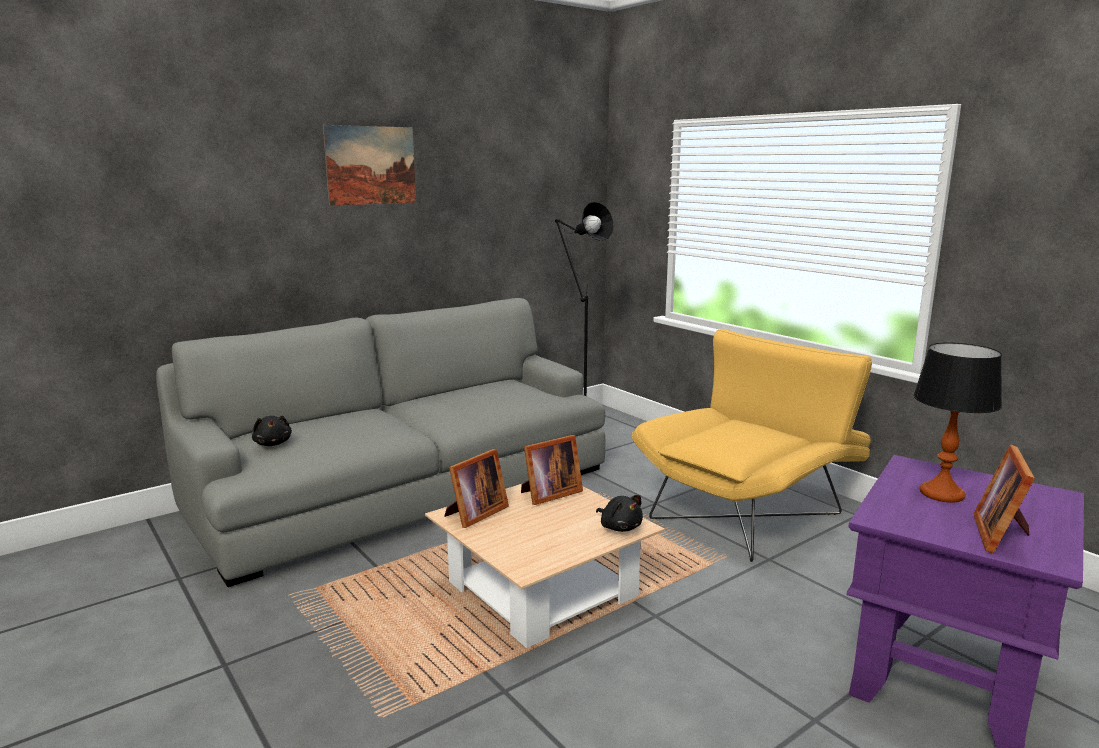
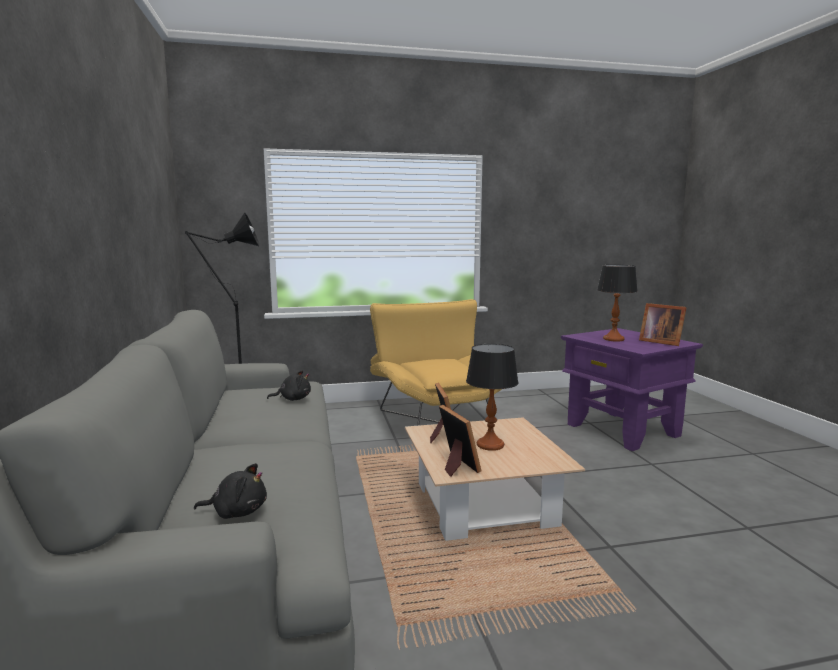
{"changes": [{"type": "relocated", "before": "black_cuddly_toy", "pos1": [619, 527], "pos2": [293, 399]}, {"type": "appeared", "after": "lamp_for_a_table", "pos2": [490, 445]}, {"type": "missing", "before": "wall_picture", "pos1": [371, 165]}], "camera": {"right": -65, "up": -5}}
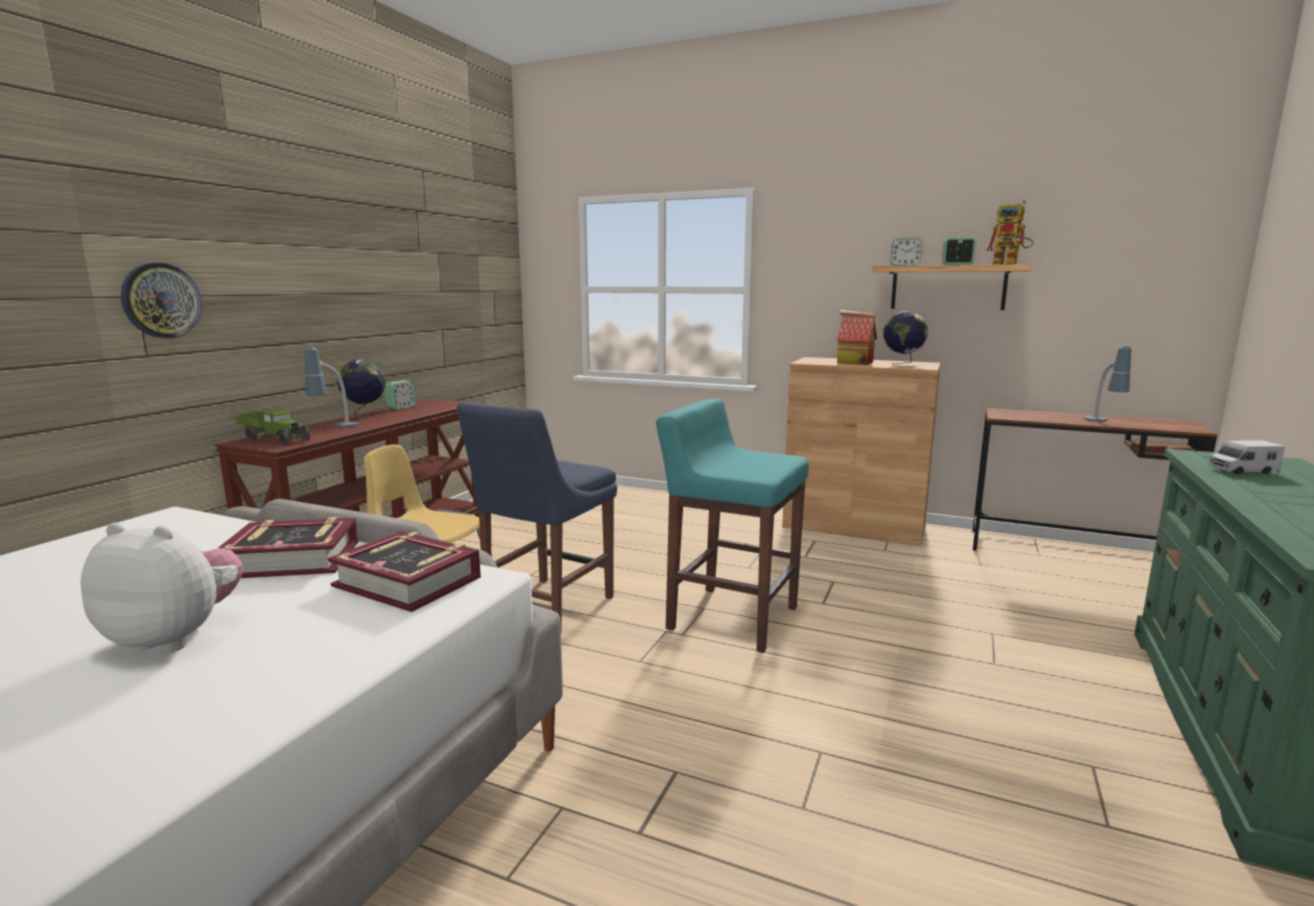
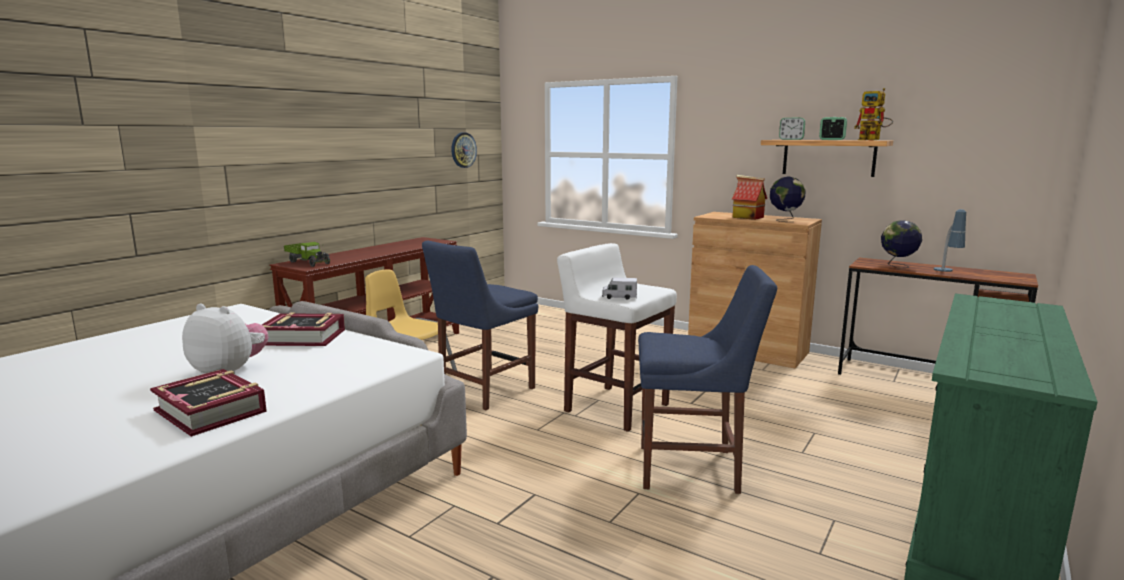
{"changes": [{"type": "relocated", "before": "bound_book", "pos1": [408, 582], "pos2": [211, 411]}, {"type": "relocated", "before": "clock_on_the_wall", "pos1": [161, 300], "pos2": [463, 150]}, {"type": "colour", "before": "turquoise_sitting_stool", "after": "white_sitting_stool", "pos1": [730, 618], "pos2": [615, 407]}, {"type": "relocated", "before": "toy_truck", "pos1": [1242, 471], "pos2": [619, 297]}, {"type": "appeared", "after": "blue_plain_chair", "pos2": [694, 469]}, {"type": "relocated", "before": "world_globe", "pos1": [365, 415], "pos2": [897, 266]}, {"type": "missing", "before": "lamp_for_a_table", "pos1": [334, 428]}, {"type": "missing", "before": "table_clock", "pos1": [401, 407]}], "camera": {"right": 10, "up": 0}}
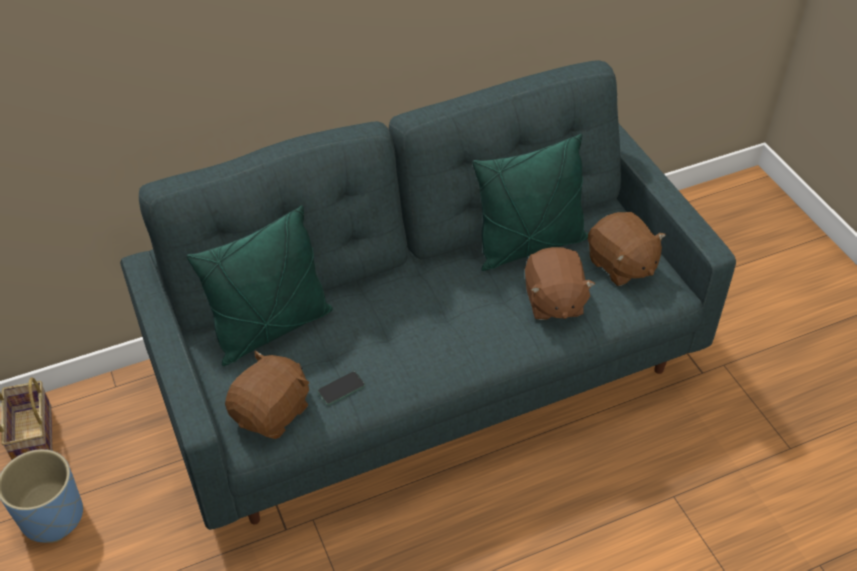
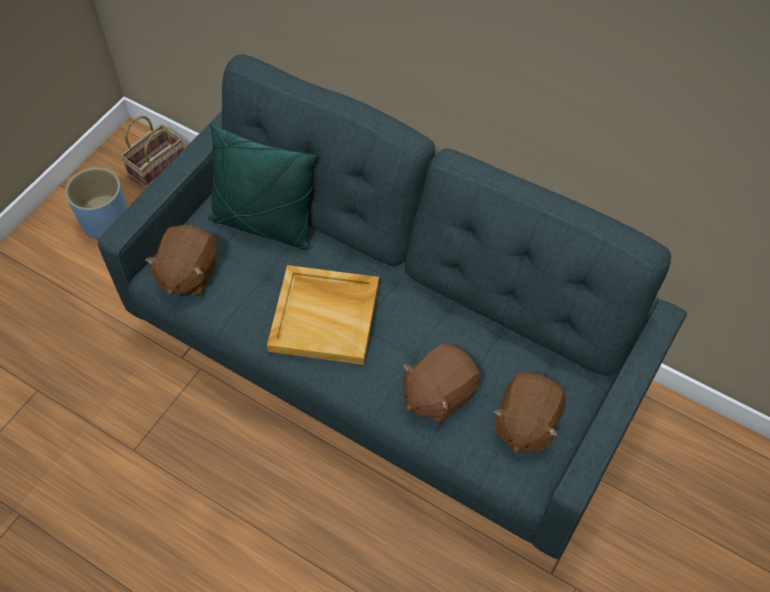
{"changes": [{"type": "spun", "before": "brown_cuddly_toy", "pos1": [272, 412], "pos2": [188, 274], "turn": 105}, {"type": "appeared", "after": "beige_serving_tray", "pos2": [326, 316]}, {"type": "missing", "before": "phone", "pos1": [341, 389]}, {"type": "missing", "before": "green_throw_pillow", "pos1": [529, 246]}], "camera": {"right": 55, "up": 10}}
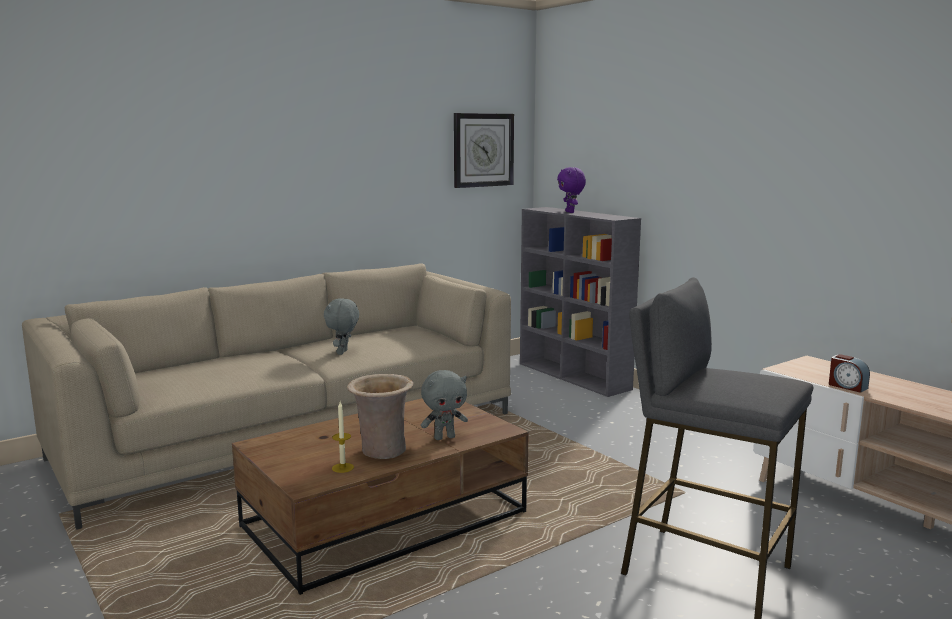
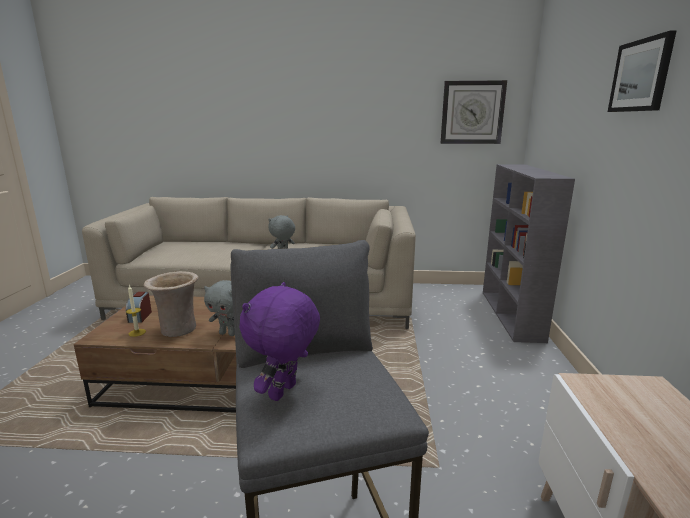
{"changes": [{"type": "relocated", "before": "table_clock", "pos1": [847, 386], "pos2": [140, 316]}, {"type": "relocated", "before": "purplish_cuddly_toy", "pos1": [570, 212], "pos2": [284, 393]}, {"type": "appeared", "after": "wall_picture", "pos2": [641, 75]}], "camera": {"right": 40, "up": 5}}
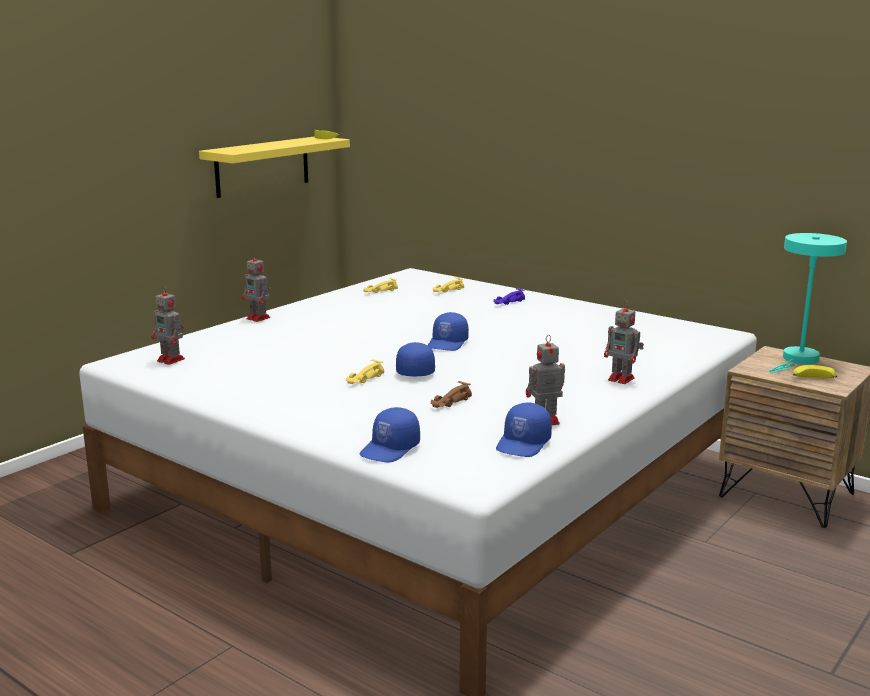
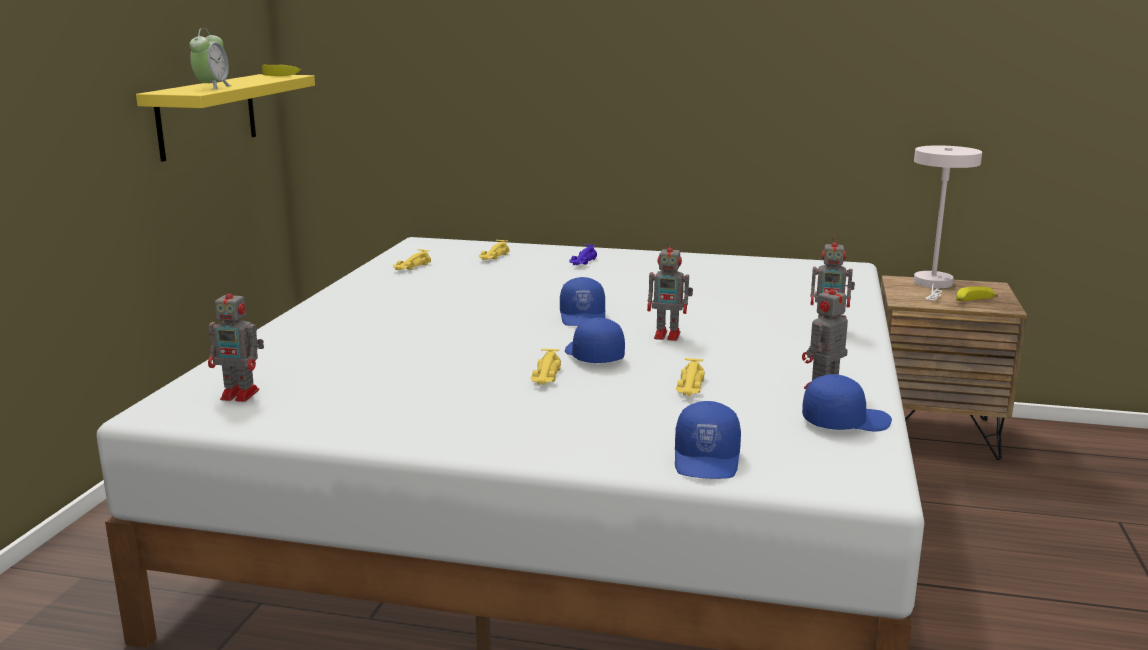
{"changes": [{"type": "appeared", "after": "table_clock", "pos2": [212, 87]}, {"type": "relocated", "before": "robot_figure", "pos1": [259, 318], "pos2": [669, 335]}, {"type": "colour", "before": "brown_miniature_car", "after": "yellowish_miniature_car", "pos1": [450, 403], "pos2": [690, 387]}, {"type": "spun", "before": "blue_cap", "pos1": [524, 444], "pos2": [845, 421], "turn": -105}, {"type": "colour", "before": "turquoise_lamp_for_a_table", "after": "white_lamp_for_a_table", "pos1": [798, 360], "pos2": [933, 285]}], "camera": {"right": -25, "up": 0}}
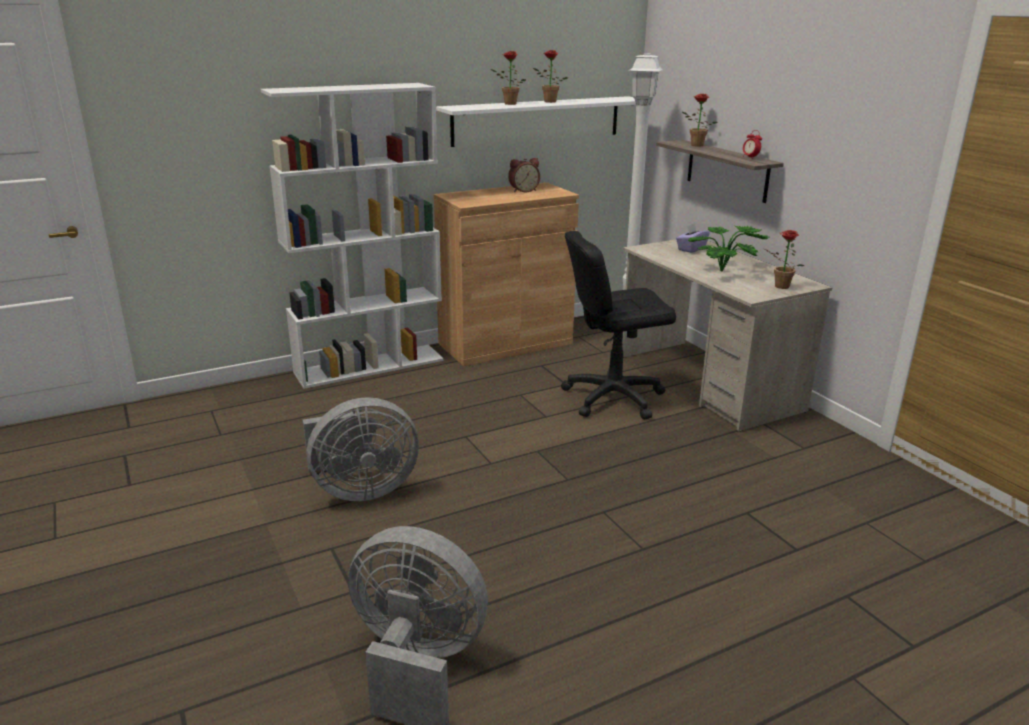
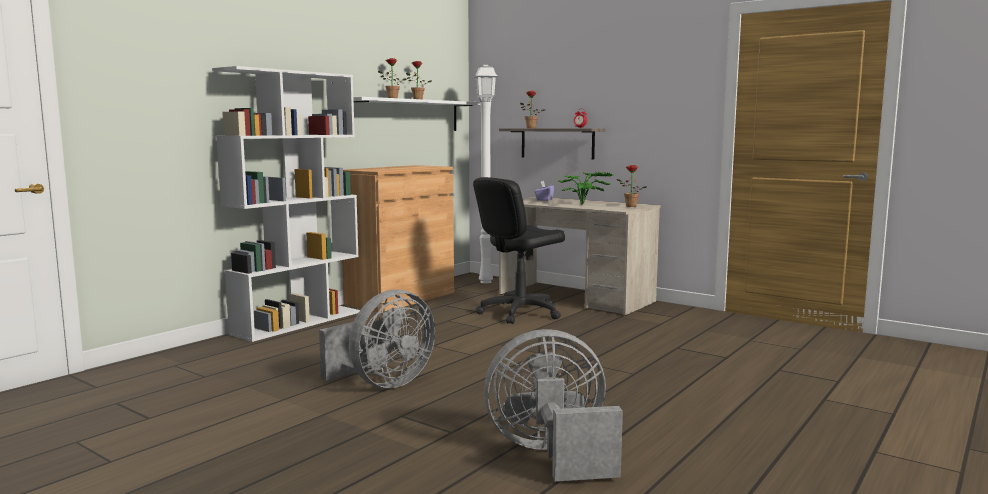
{"changes": [{"type": "missing", "before": "table_clock", "pos1": [523, 190]}], "camera": {"right": -25, "up": -15}}
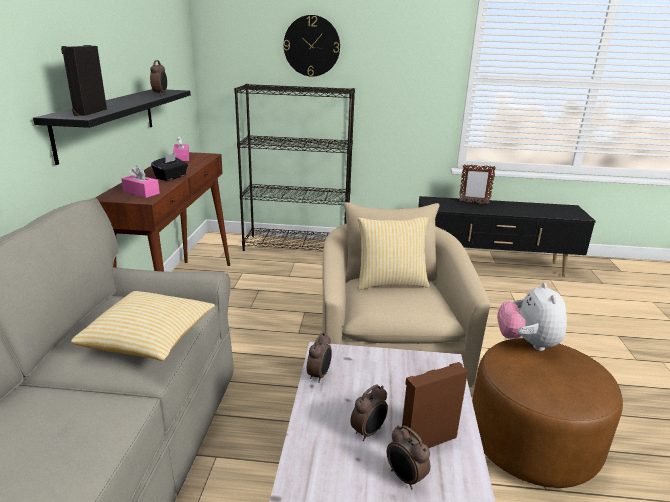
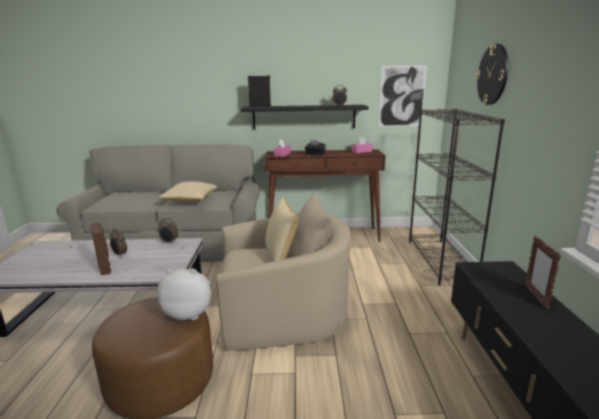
{"changes": [{"type": "appeared", "after": "wall_picture", "pos2": [402, 96]}, {"type": "missing", "before": "table_clock", "pos1": [405, 478]}], "camera": {"right": 85, "up": -5}}
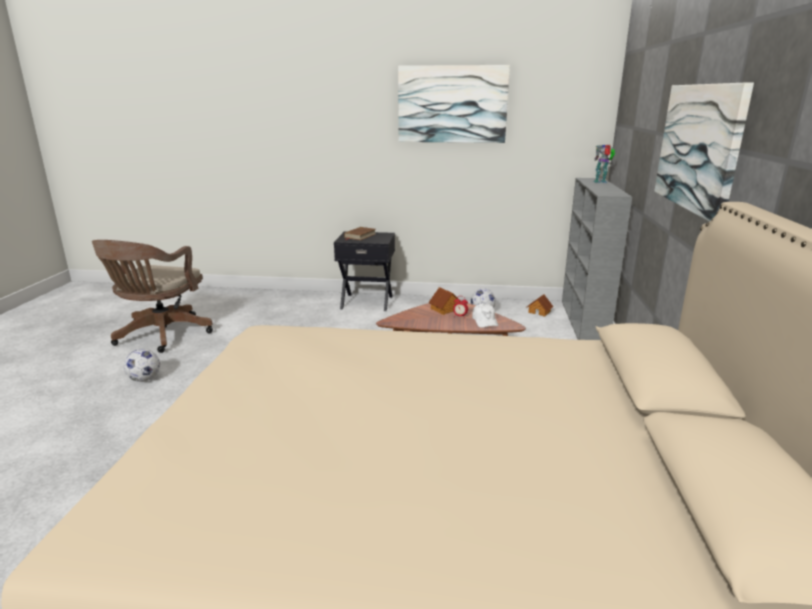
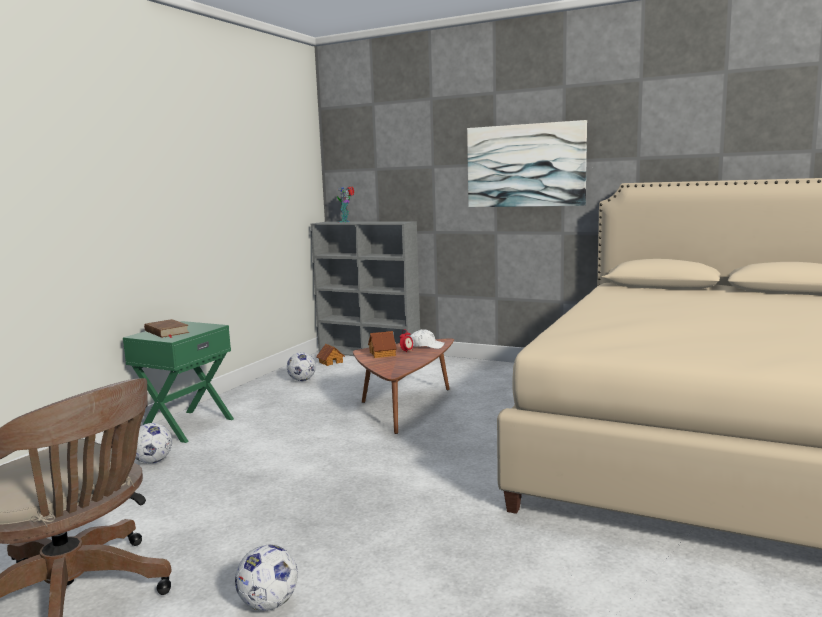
{"changes": [{"type": "colour", "before": "black_night_table", "after": "green_night_table", "pos1": [367, 302], "pos2": [186, 426]}, {"type": "appeared", "after": "football_ball", "pos2": [153, 461]}, {"type": "missing", "before": "wall_picture", "pos1": [452, 104]}], "camera": {"right": -70, "up": -10}}
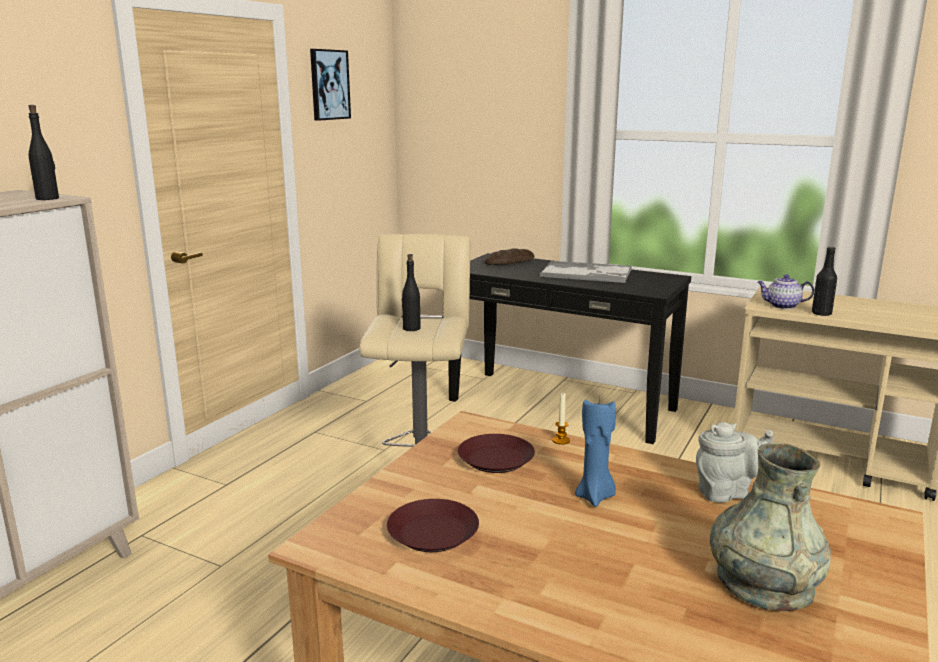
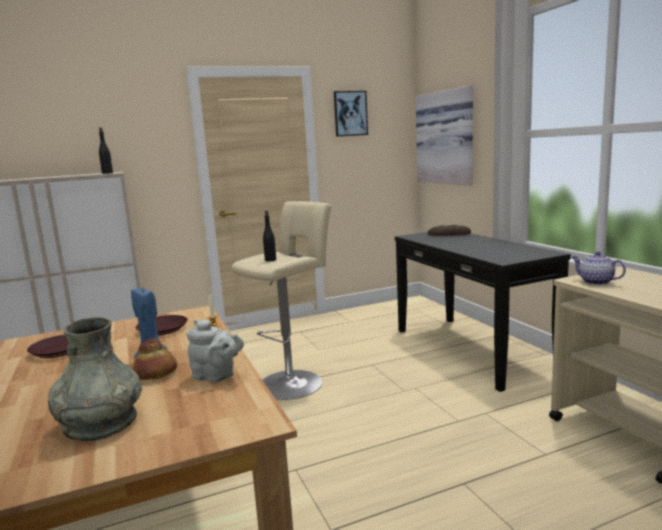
{"changes": [{"type": "appeared", "after": "bread", "pos2": [155, 373]}, {"type": "appeared", "after": "wall_picture", "pos2": [447, 137]}, {"type": "missing", "before": "serving_tray", "pos1": [587, 273]}, {"type": "missing", "before": "black_beverage_bottle", "pos1": [821, 314]}], "camera": {"right": 40, "up": -5}}
